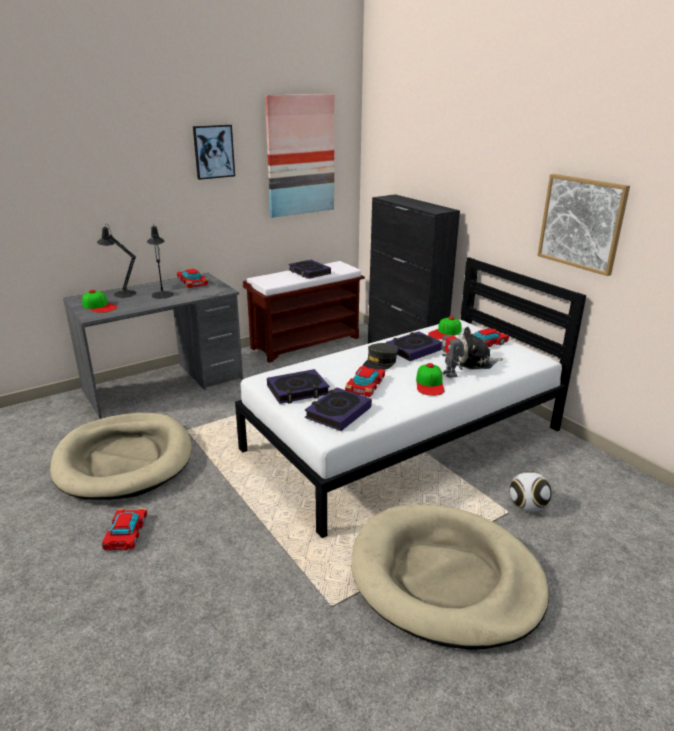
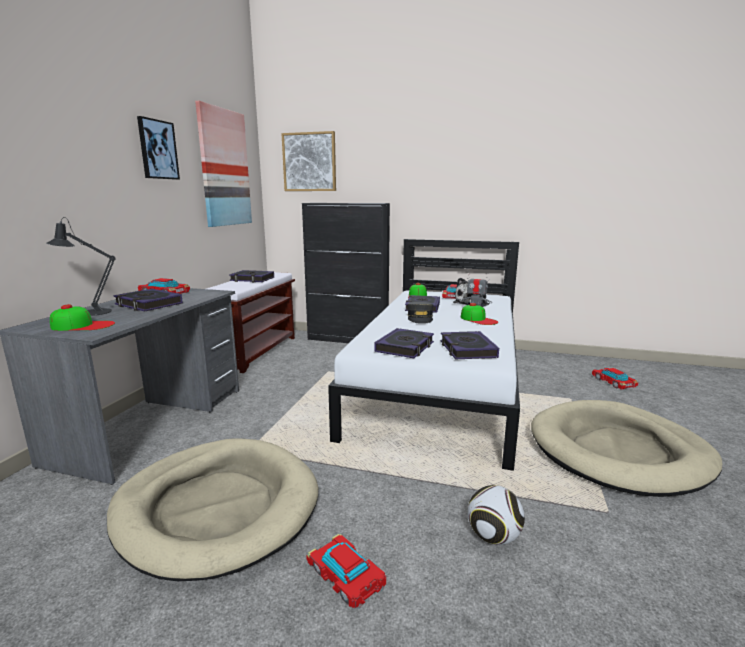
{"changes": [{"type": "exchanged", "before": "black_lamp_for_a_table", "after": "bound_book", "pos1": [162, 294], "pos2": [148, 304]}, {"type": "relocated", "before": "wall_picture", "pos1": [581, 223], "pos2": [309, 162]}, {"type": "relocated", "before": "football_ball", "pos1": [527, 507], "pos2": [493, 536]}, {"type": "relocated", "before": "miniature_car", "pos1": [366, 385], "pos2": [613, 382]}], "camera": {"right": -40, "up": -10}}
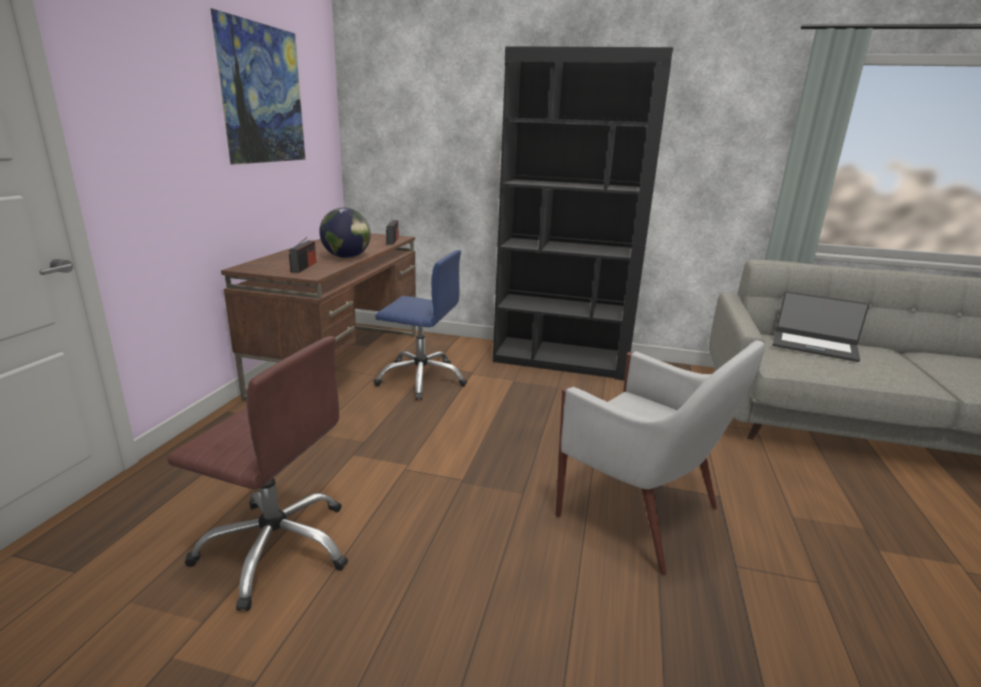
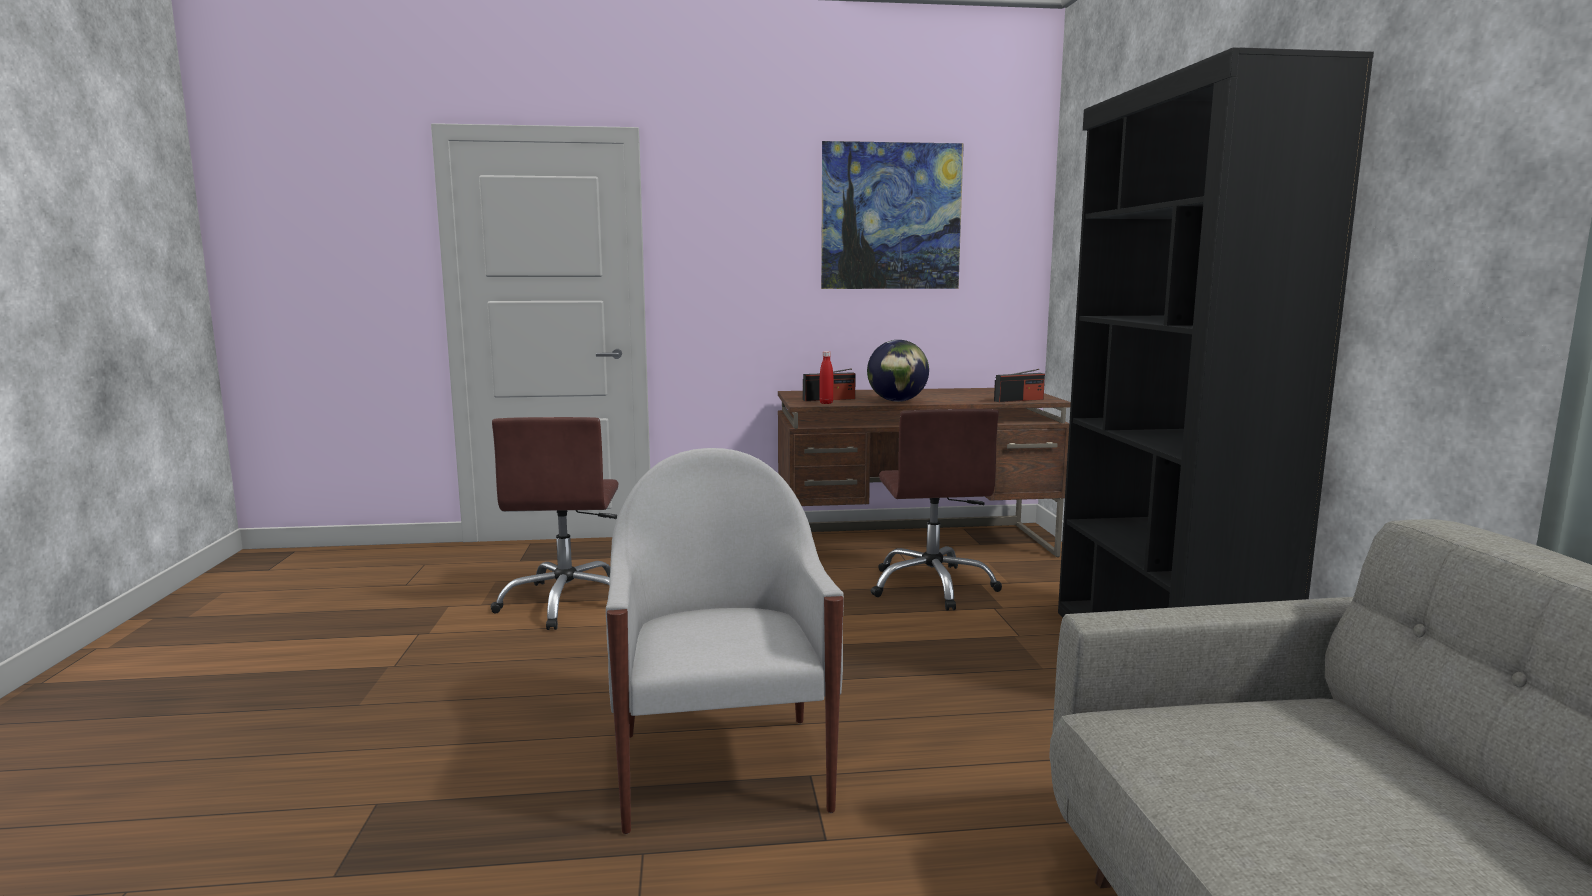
{"changes": [{"type": "spun", "before": "white_easy_chair", "pos1": [641, 514], "pos2": [723, 768], "turn": 150}, {"type": "appeared", "after": "red_beverage_bottle", "pos2": [826, 403]}, {"type": "colour", "before": "blue_desk_chair", "after": "brown_desk_chair", "pos1": [421, 379], "pos2": [932, 586]}, {"type": "missing", "before": "laptop", "pos1": [814, 346]}], "camera": {"right": 70, "up": -10}}
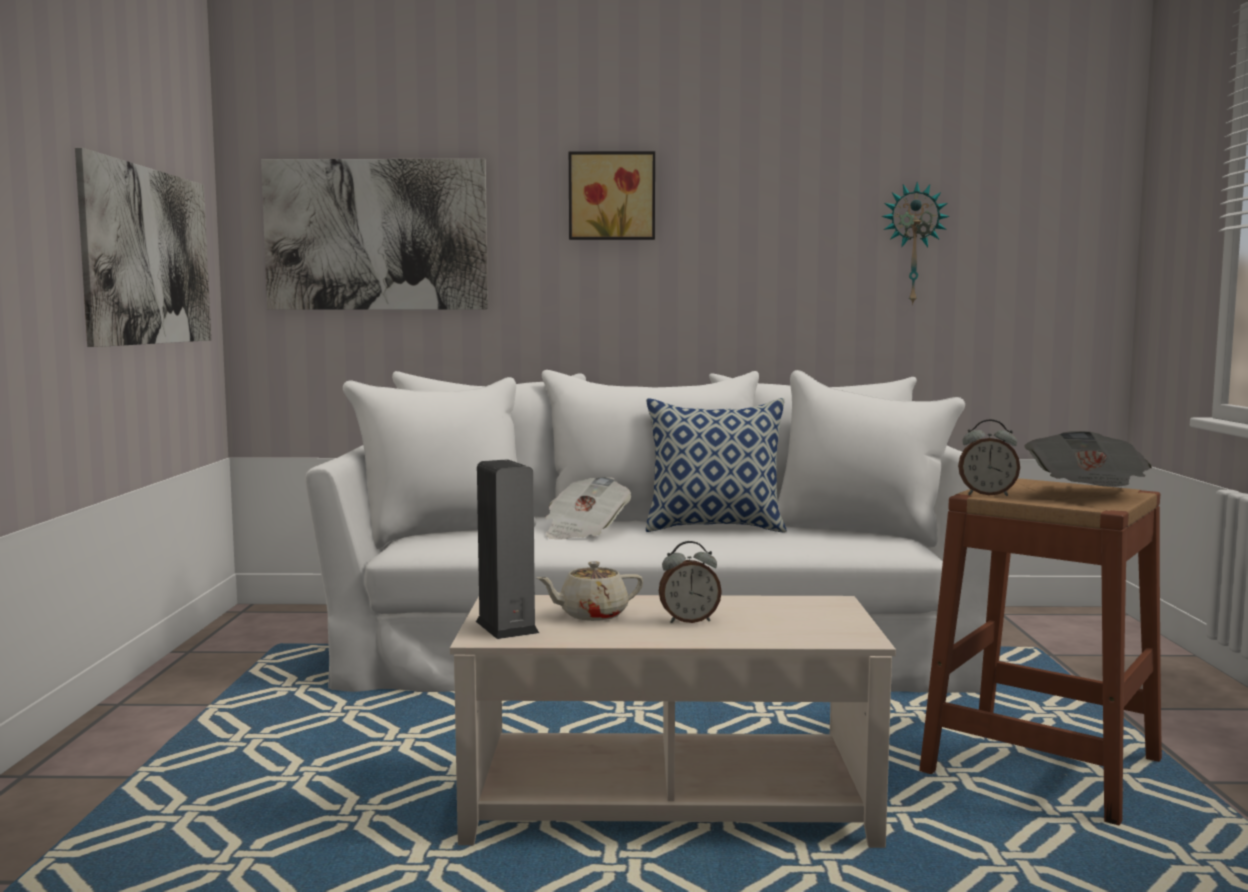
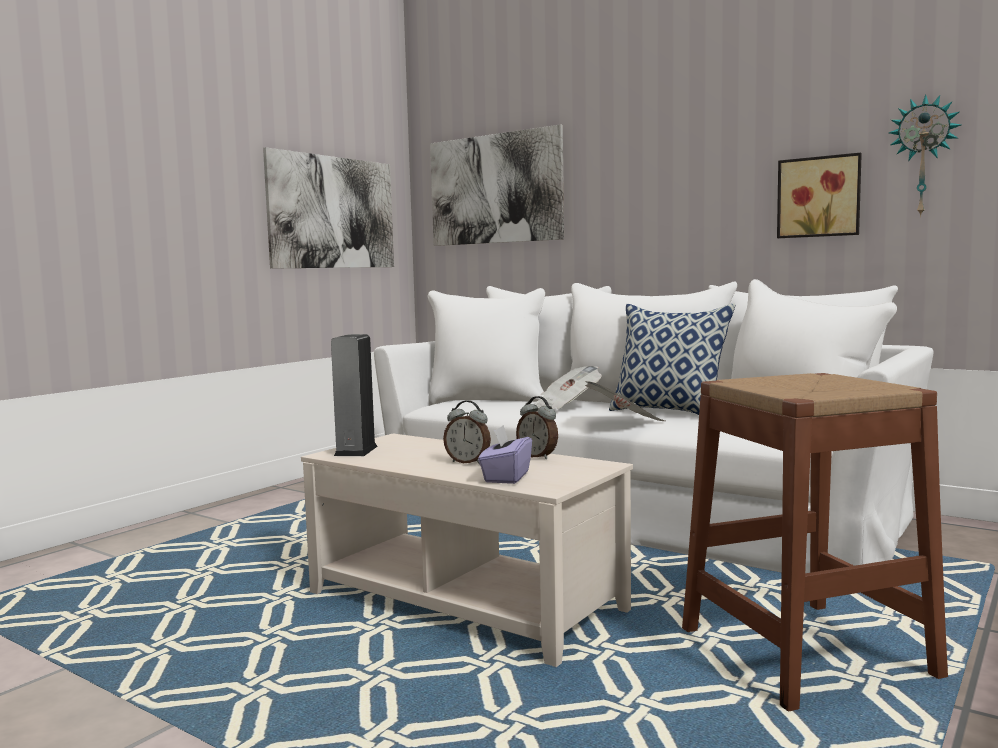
{"changes": [{"type": "appeared", "after": "purplish_box_of_tissues", "pos2": [506, 477]}, {"type": "relocated", "before": "table_clock", "pos1": [987, 494], "pos2": [538, 456]}, {"type": "relocated", "before": "printed_paper", "pos1": [1087, 493], "pos2": [625, 423]}, {"type": "relocated", "before": "wall_picture", "pos1": [612, 196], "pos2": [819, 197]}, {"type": "missing", "before": "beige_teapot", "pos1": [592, 615]}], "camera": {"right": 35, "up": 0}}
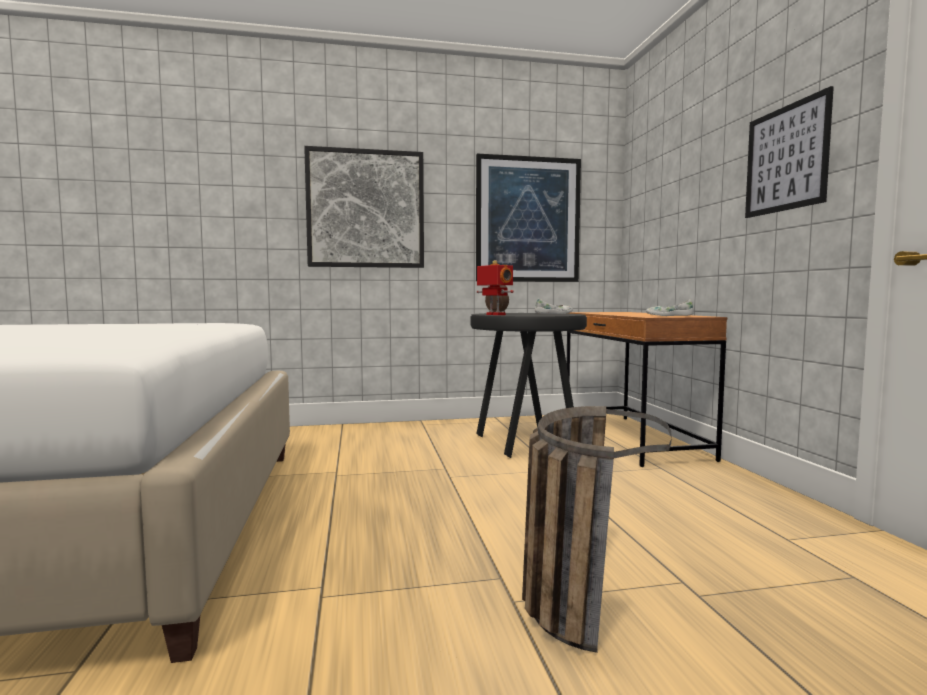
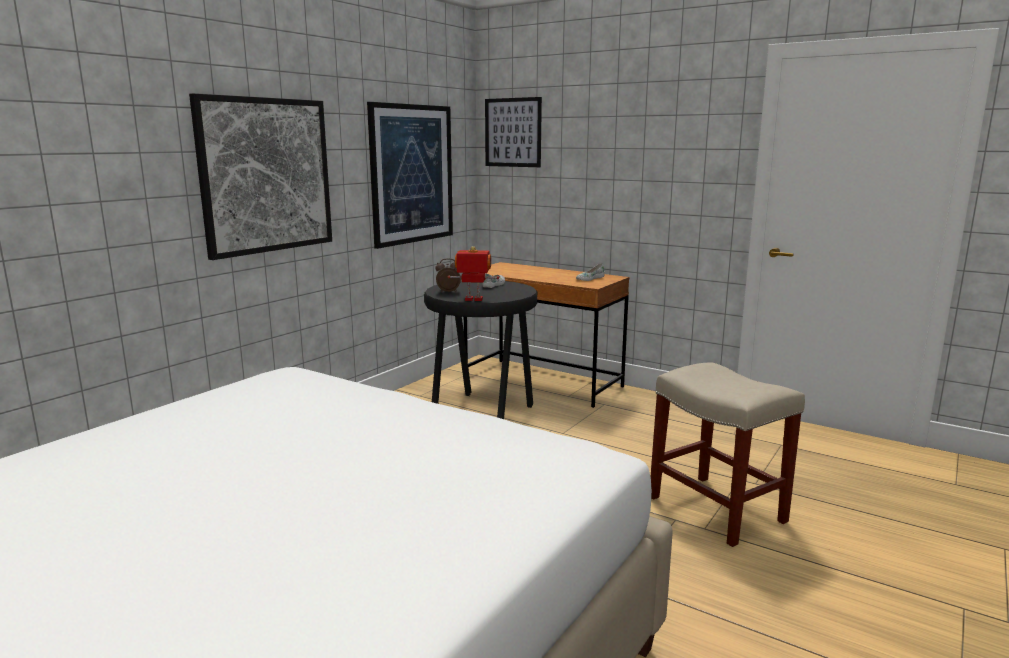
{"changes": [{"type": "relocated", "before": "wall_picture", "pos1": [786, 158], "pos2": [513, 132]}, {"type": "exchanged", "before": "household_basket", "after": "beige_sitting_stool", "pos1": [574, 594], "pos2": [718, 510]}], "camera": {"right": -45, "up": 10}}
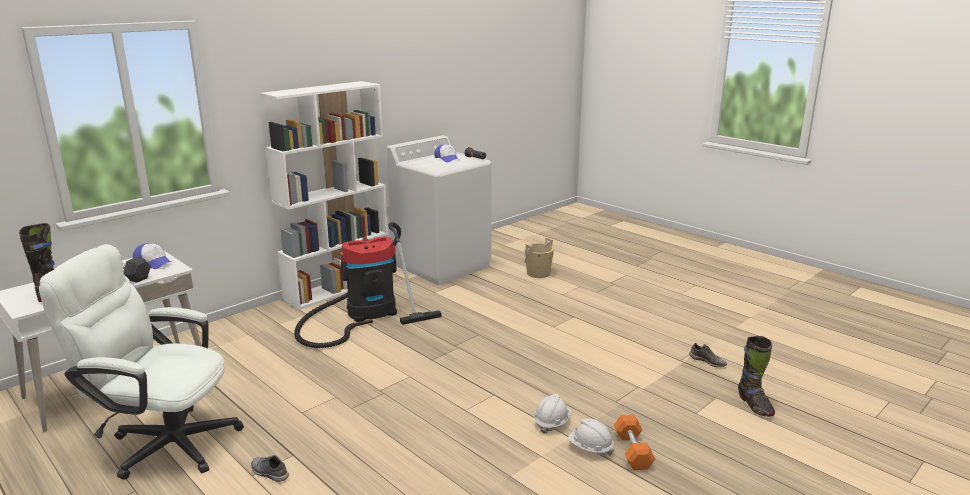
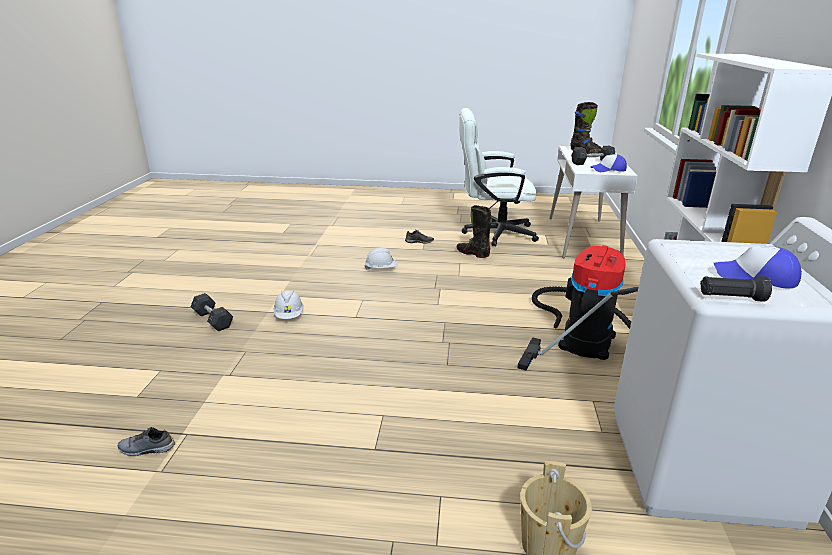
{"changes": [{"type": "colour", "before": "orange_free_weight", "after": "greyish_free_weight", "pos1": [632, 451], "pos2": [213, 320]}, {"type": "relocated", "before": "white_work_helmet", "pos1": [590, 448], "pos2": [381, 269]}, {"type": "relocated", "before": "black_tall_boot", "pos1": [754, 405], "pos2": [473, 253]}, {"type": "spun", "before": "white_desk_chair", "pos1": [164, 442], "pos2": [492, 233], "turn": -150}], "camera": {"right": 140, "up": 5}}
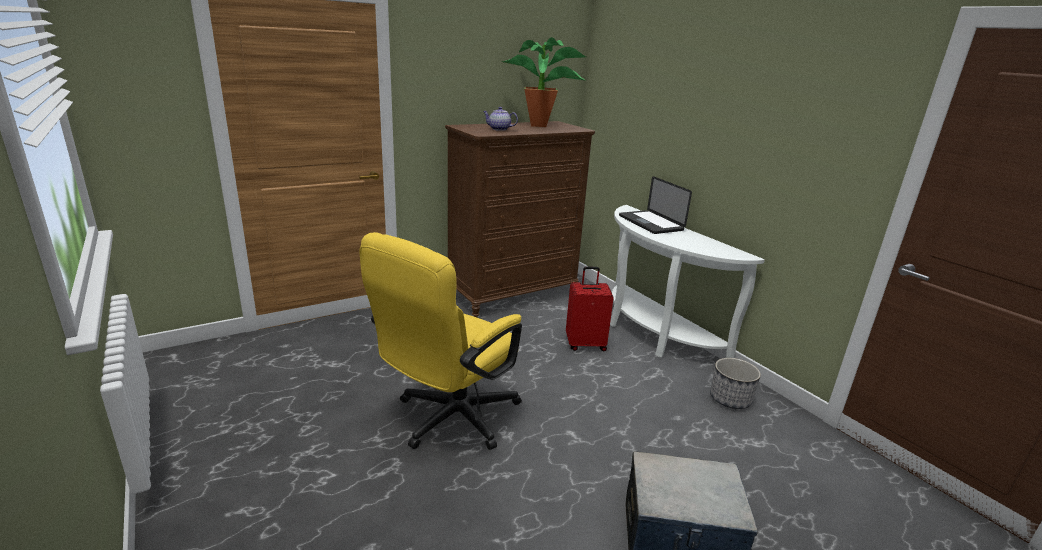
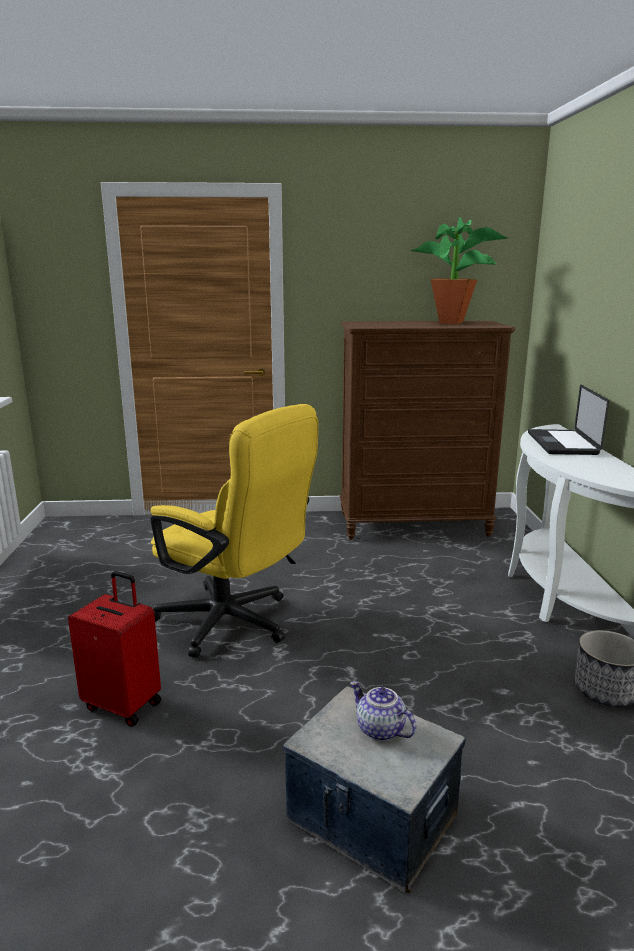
{"changes": [{"type": "relocated", "before": "red_travel_case", "pos1": [585, 344], "pos2": [124, 704]}, {"type": "spun", "before": "yellowish_desk_chair", "pos1": [449, 420], "pos2": [234, 624], "turn": -120}, {"type": "relocated", "before": "teapot", "pos1": [499, 129], "pos2": [379, 730]}], "camera": {"right": 30, "up": -5}}
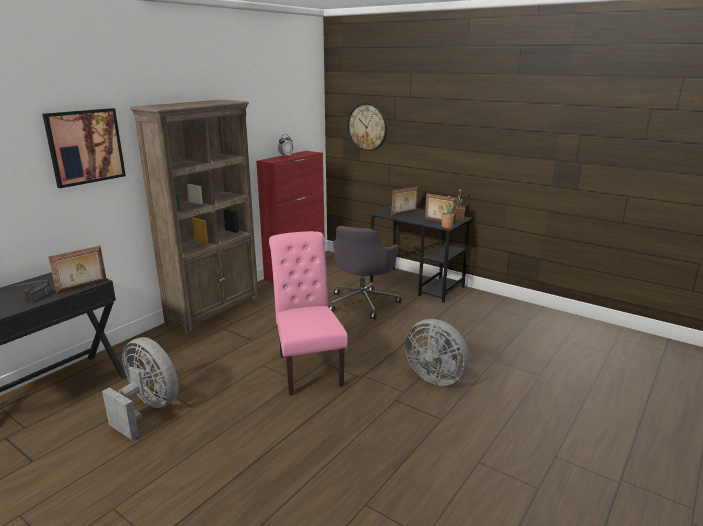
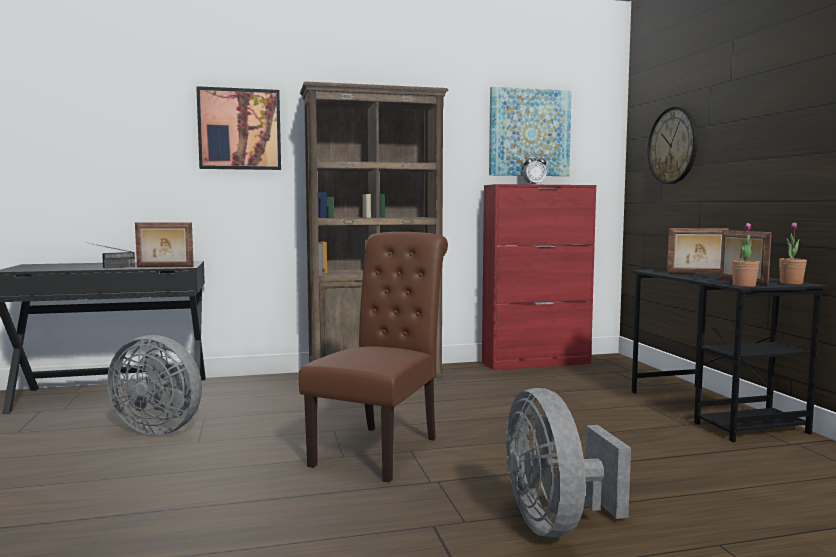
{"changes": [{"type": "spun", "before": "greyish_electric_fan", "pos1": [148, 409], "pos2": [162, 428], "turn": 120}, {"type": "colour", "before": "pink_plain_chair", "after": "brown_plain_chair", "pos1": [308, 367], "pos2": [381, 449]}, {"type": "appeared", "after": "wall_picture", "pos2": [529, 133]}, {"type": "missing", "before": "greyish_desk_chair", "pos1": [363, 303]}], "camera": {"right": 40, "up": -15}}
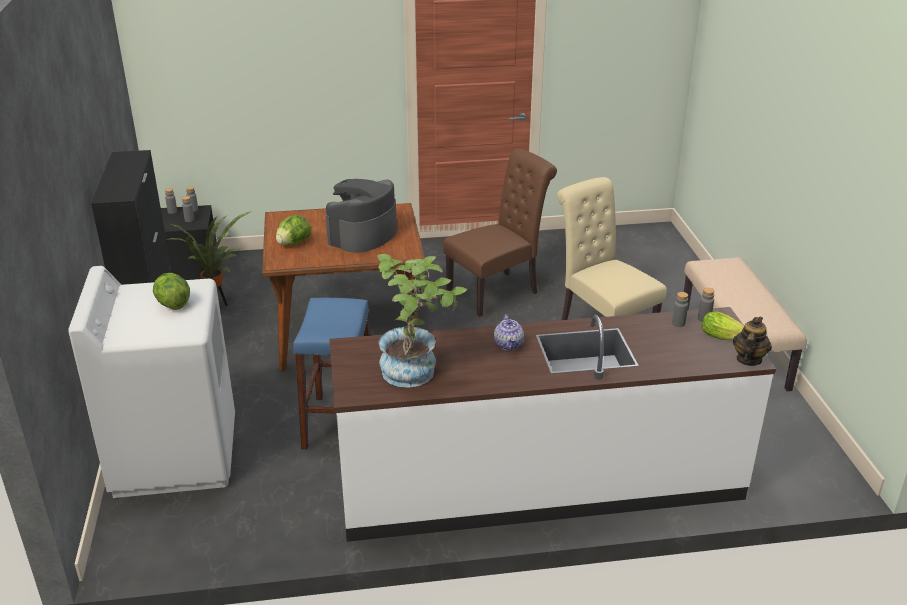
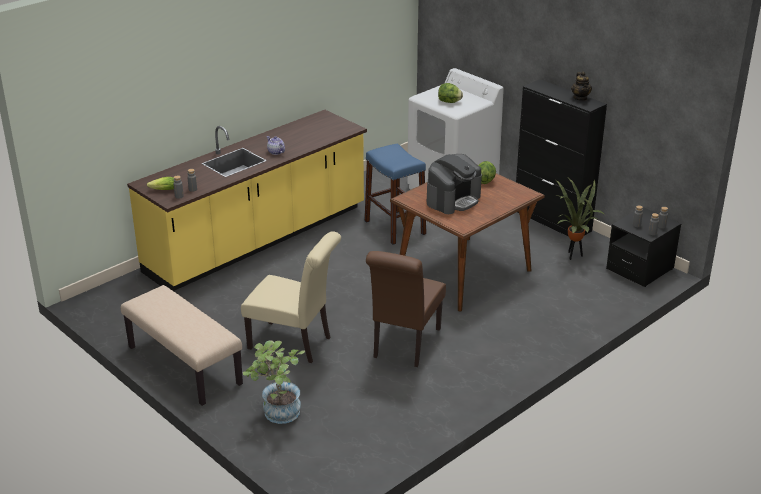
{"changes": [{"type": "colour", "before": "white_counter", "after": "yellowish_counter", "pos1": [539, 483], "pos2": [258, 240]}, {"type": "relocated", "before": "potted_plant", "pos1": [416, 370], "pos2": [277, 415]}, {"type": "spun", "before": "coffee_maker", "pos1": [362, 235], "pos2": [453, 200], "turn": 45}, {"type": "relocated", "before": "teapot", "pos1": [748, 359], "pos2": [580, 98]}], "camera": {"right": 145, "up": 0}}
